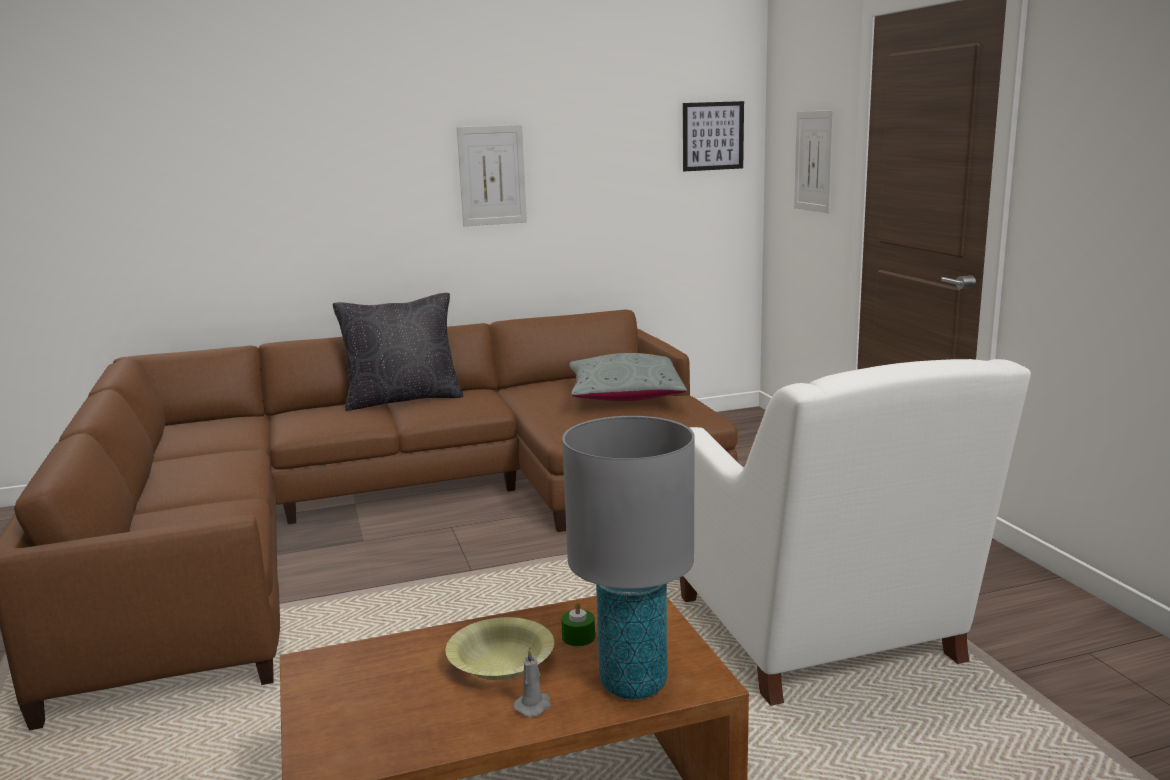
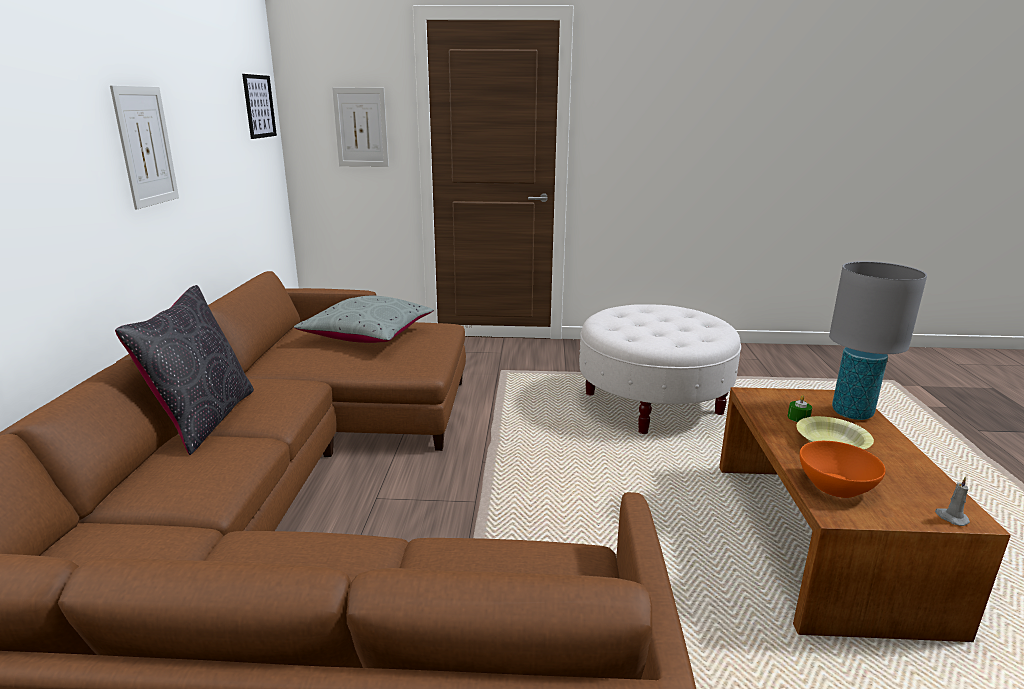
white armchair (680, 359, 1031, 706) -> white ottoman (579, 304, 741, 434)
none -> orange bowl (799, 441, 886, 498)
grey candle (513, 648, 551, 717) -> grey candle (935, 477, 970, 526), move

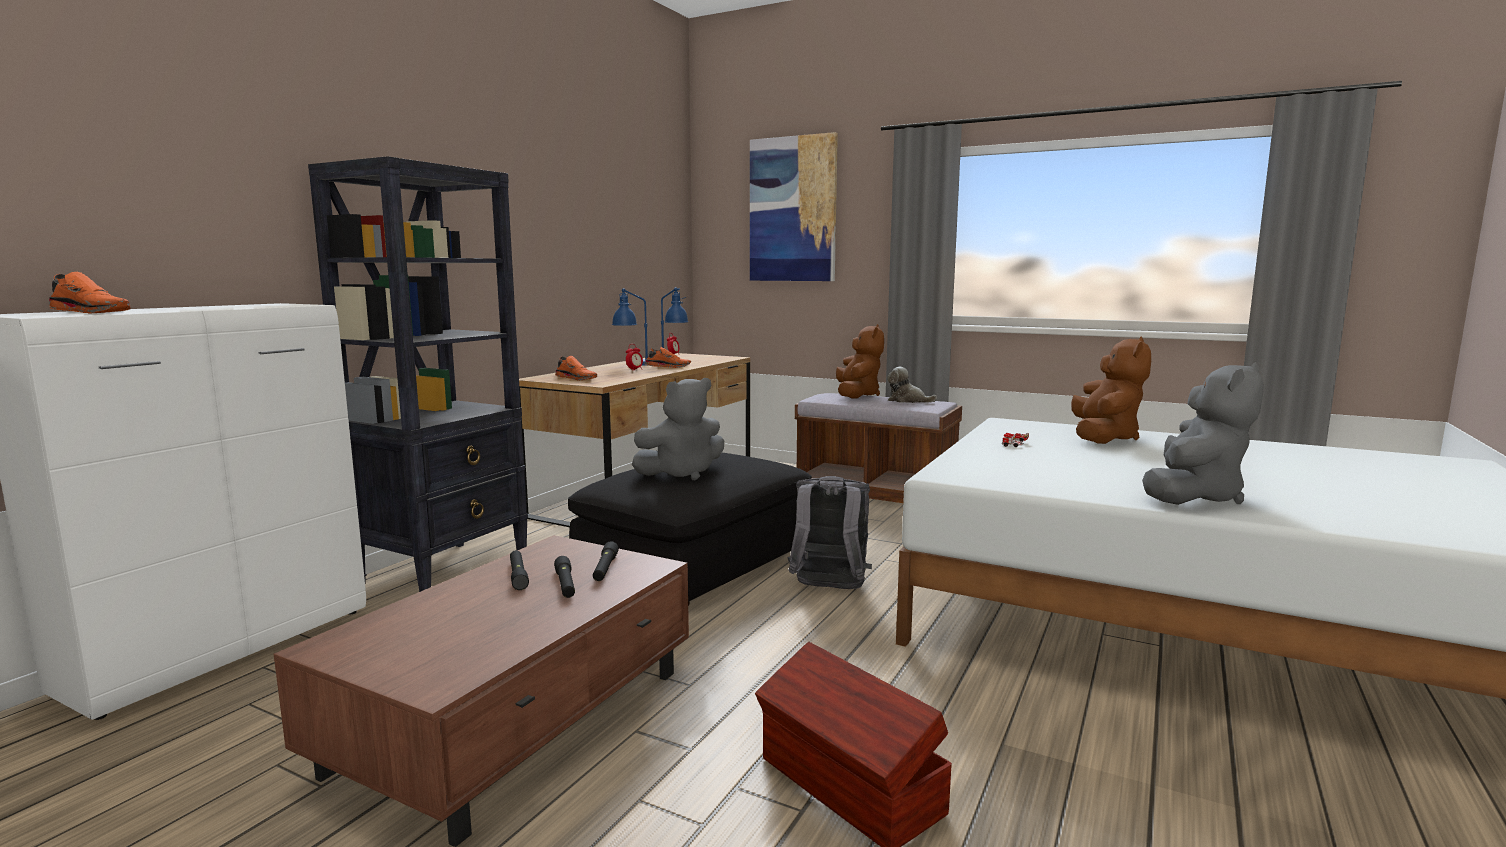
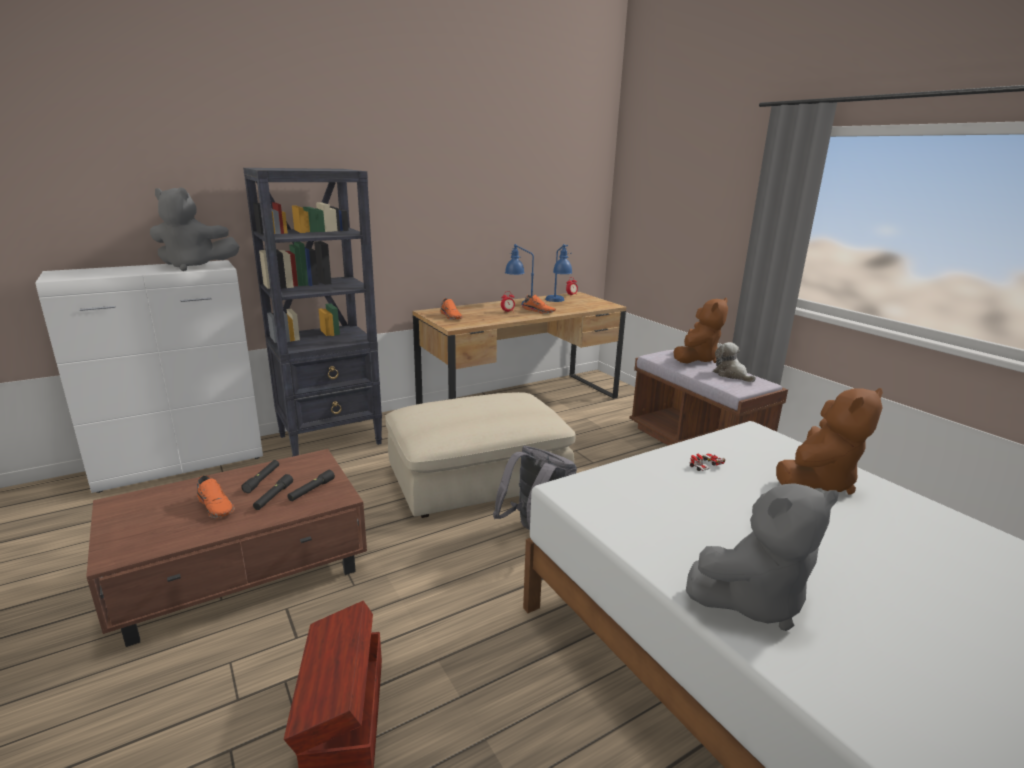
grey plush toy (632, 378, 724, 480) -> grey plush toy (150, 187, 239, 271), move
orange shoe (49, 272, 131, 313) -> orange shoe (197, 476, 235, 518), move
black ottoman (568, 453, 812, 606) -> beige ottoman (385, 392, 575, 518)
picture (750, 132, 838, 281) -> none

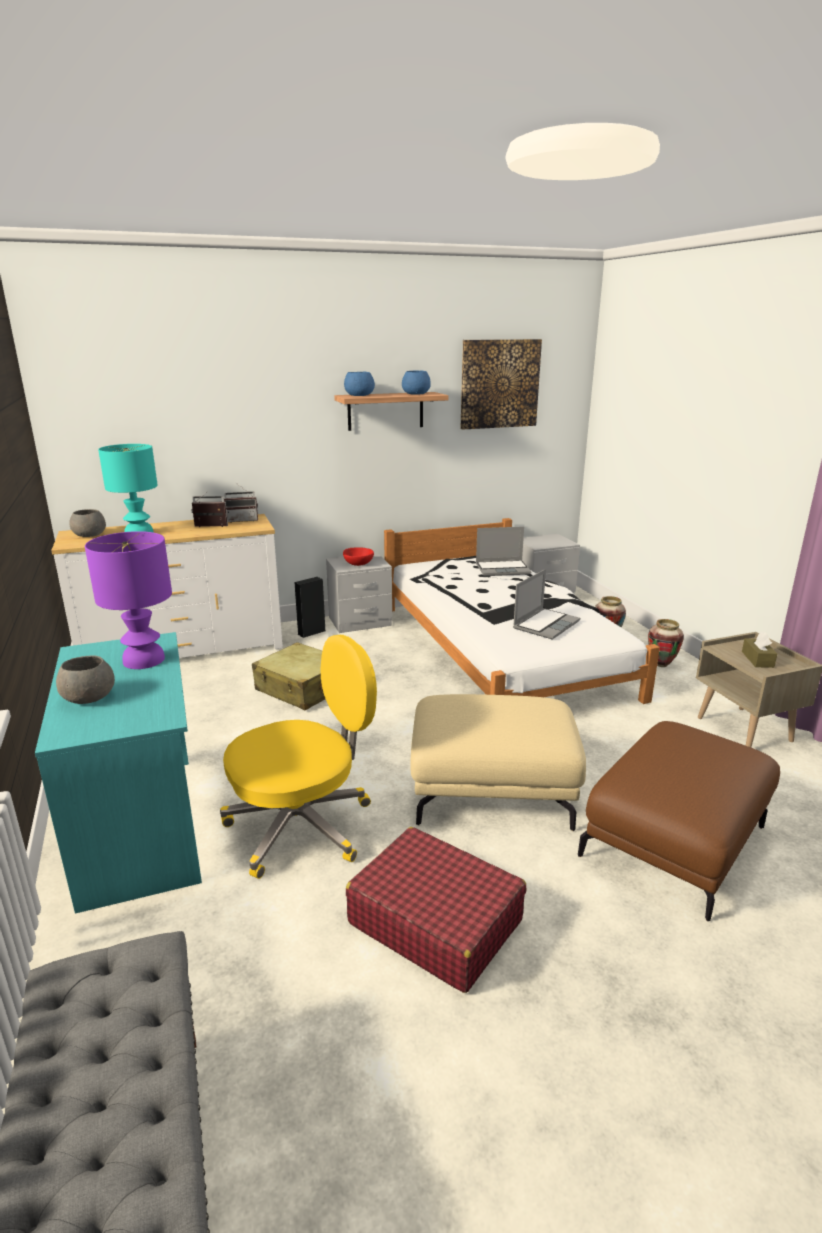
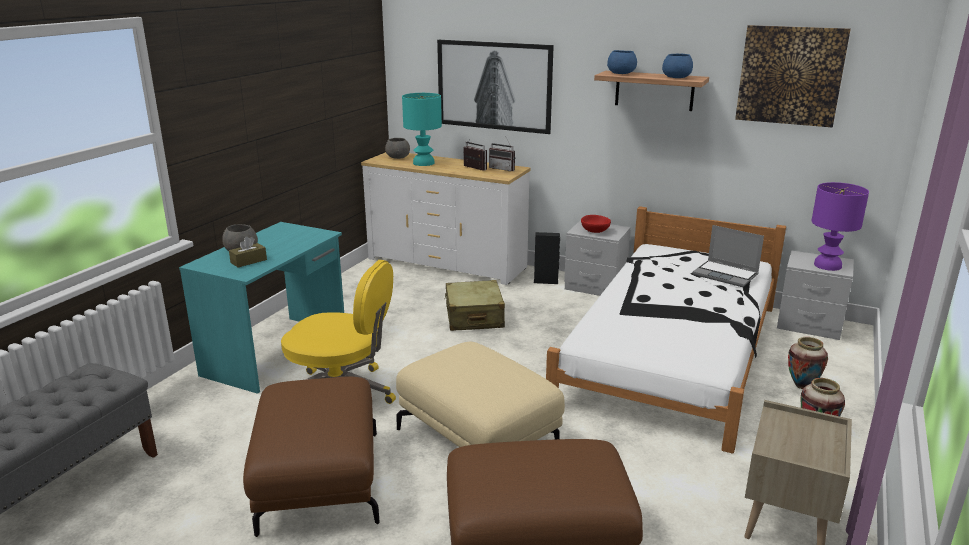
brown tissue box (742, 632, 777, 668) -> brown tissue box (229, 236, 267, 267), move
red suitcase (346, 827, 526, 993) -> brown ottoman (243, 376, 380, 537)
none -> picture (437, 40, 554, 134)
purple table lamp (85, 531, 172, 669) -> purple table lamp (811, 182, 869, 271), move
laptop (513, 569, 580, 640) -> none

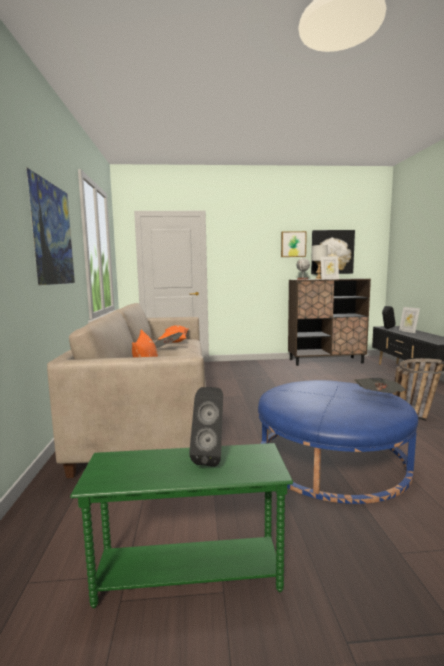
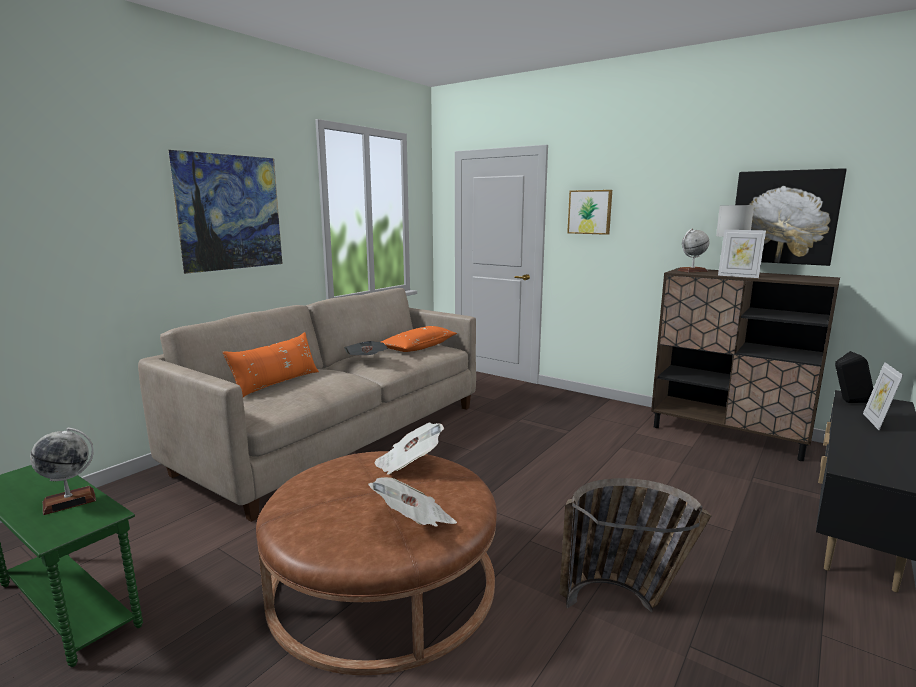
black speaker (189, 387, 223, 467) -> globe (30, 428, 96, 515)
blue ottoman (258, 380, 418, 504) -> brown ottoman (256, 451, 497, 675)
none -> newspaper (374, 423, 444, 475)
picture (281, 231, 307, 257) -> picture (567, 190, 612, 235), move

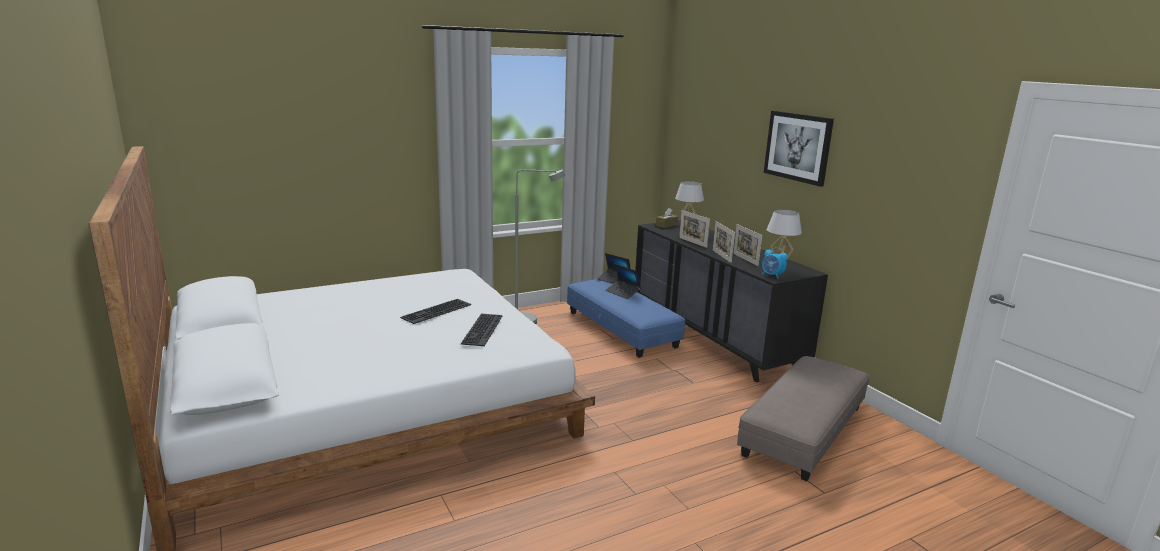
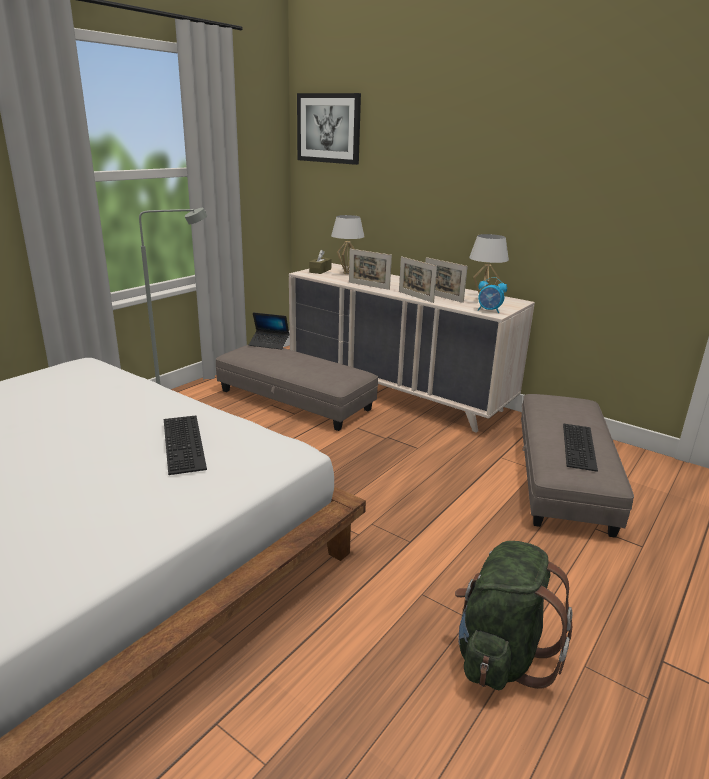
blue ottoman (567, 279, 685, 358) -> grey ottoman (216, 345, 378, 431)
black dresser (635, 220, 828, 382) -> beige dresser (289, 263, 535, 433)
picture (764, 111, 834, 187) -> picture (297, 93, 361, 165), move
none -> green backpack (455, 541, 573, 690)
keyboard (400, 299, 471, 324) -> keyboard (563, 423, 598, 472), move
laptop (605, 264, 641, 299) -> none

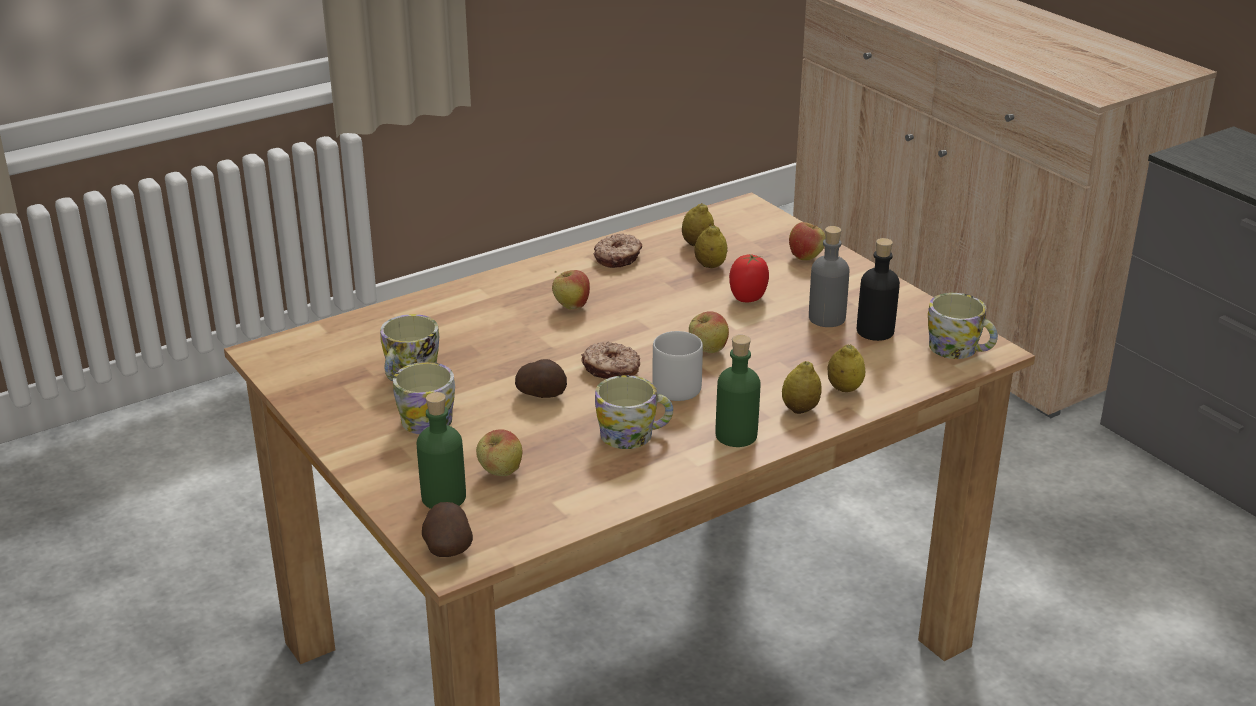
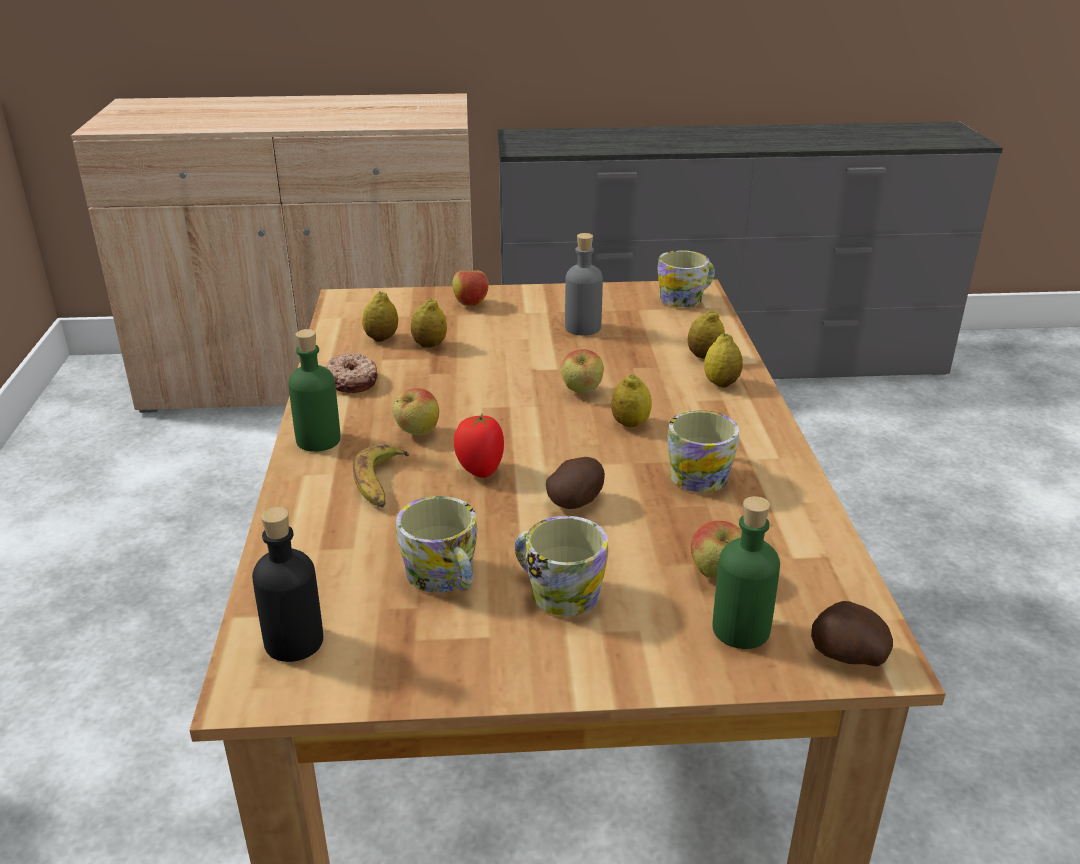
black bottle (857, 238, 900, 341) -> black bottle (252, 507, 323, 662), move
green bottle (716, 335, 761, 447) -> green bottle (288, 329, 341, 452), move
none -> banana (353, 444, 409, 508)
tomato (729, 254, 769, 303) -> tomato (454, 414, 504, 478), move
grey mug (652, 331, 703, 401) -> lemon (611, 375, 652, 427)
donut (581, 342, 640, 379) -> none

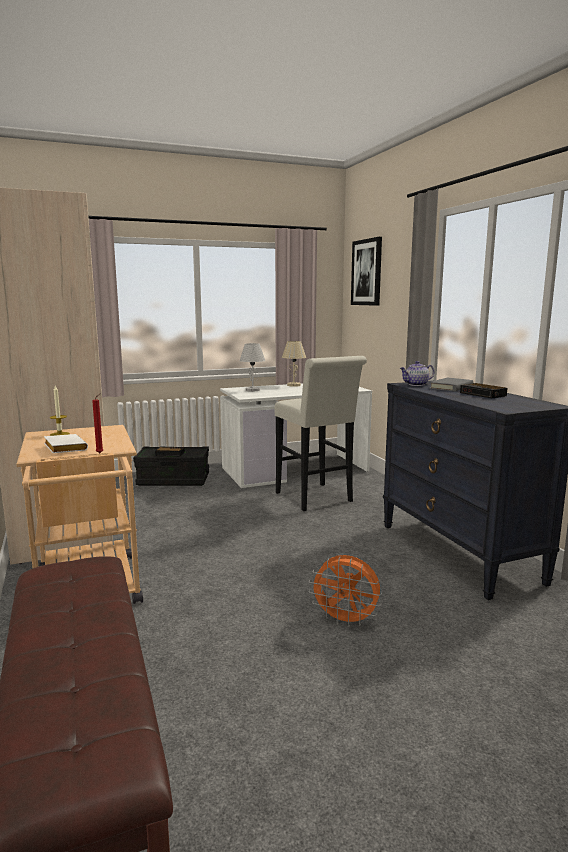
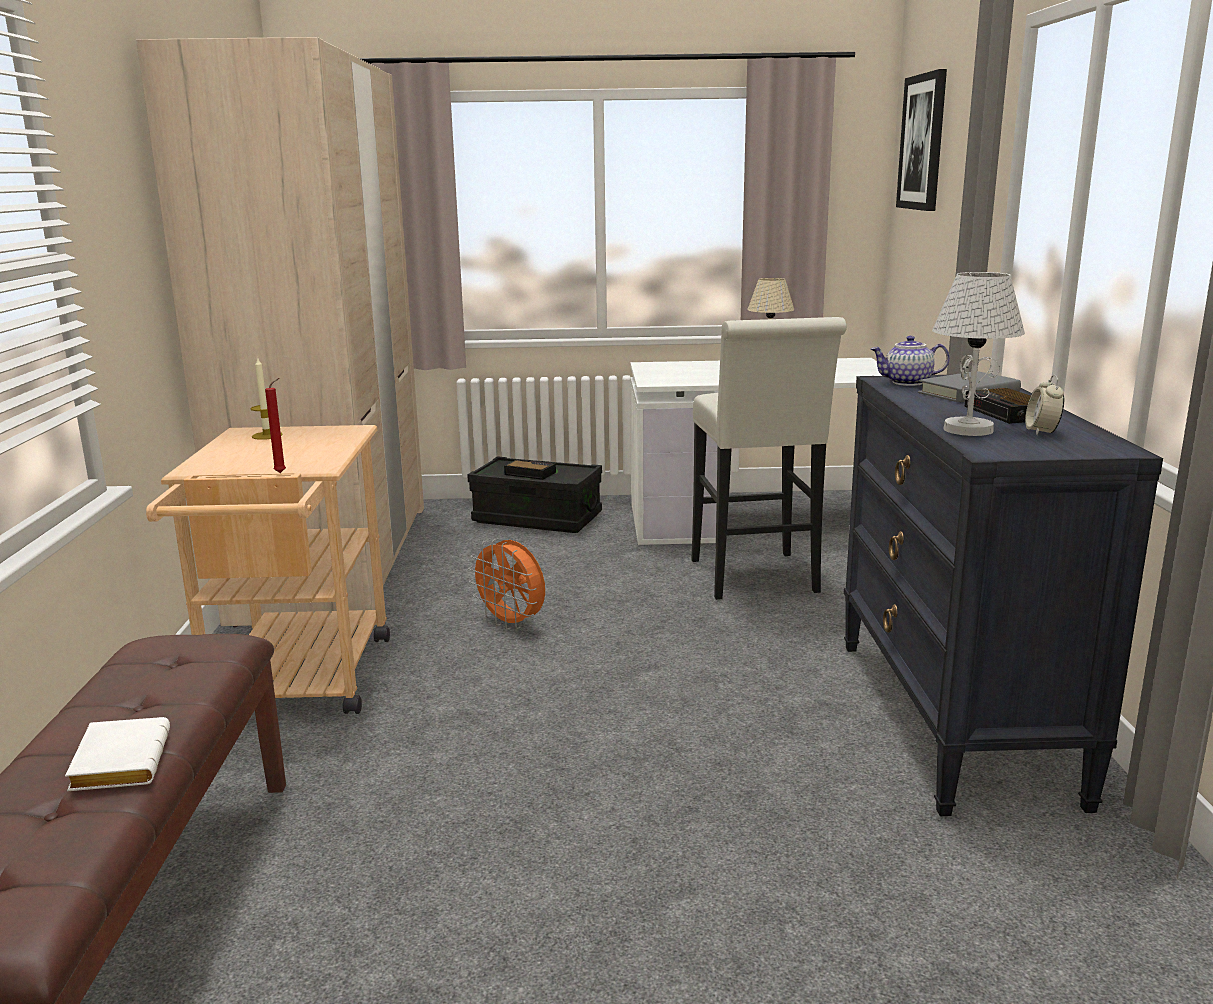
white book (44, 434, 88, 453) -> white book (65, 717, 170, 791), move
orange fan (309, 555, 382, 628) -> orange fan (468, 539, 545, 630), move
white table lamp (240, 343, 265, 391) -> white table lamp (932, 272, 1025, 436), move
none -> alarm clock (1025, 375, 1064, 435)

